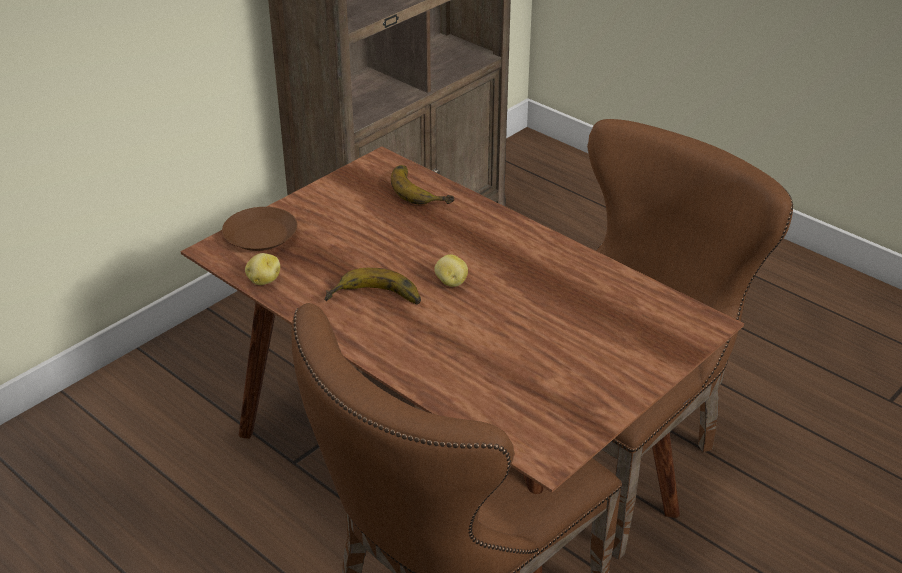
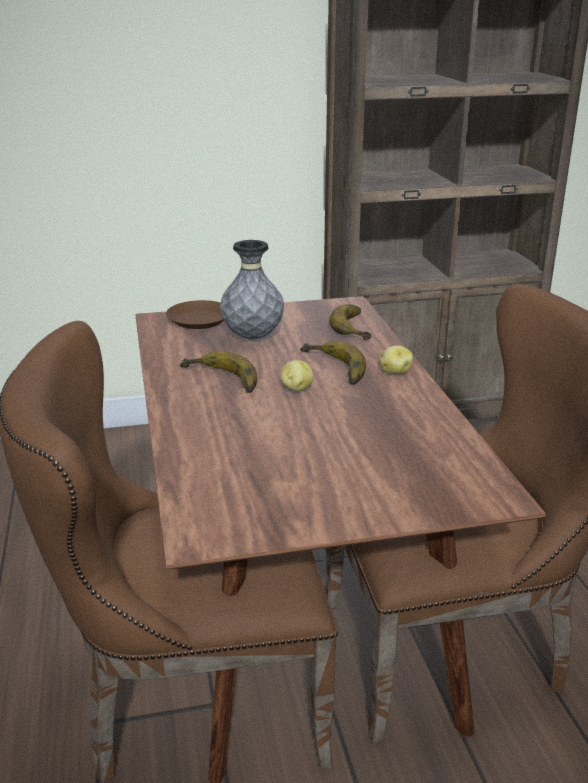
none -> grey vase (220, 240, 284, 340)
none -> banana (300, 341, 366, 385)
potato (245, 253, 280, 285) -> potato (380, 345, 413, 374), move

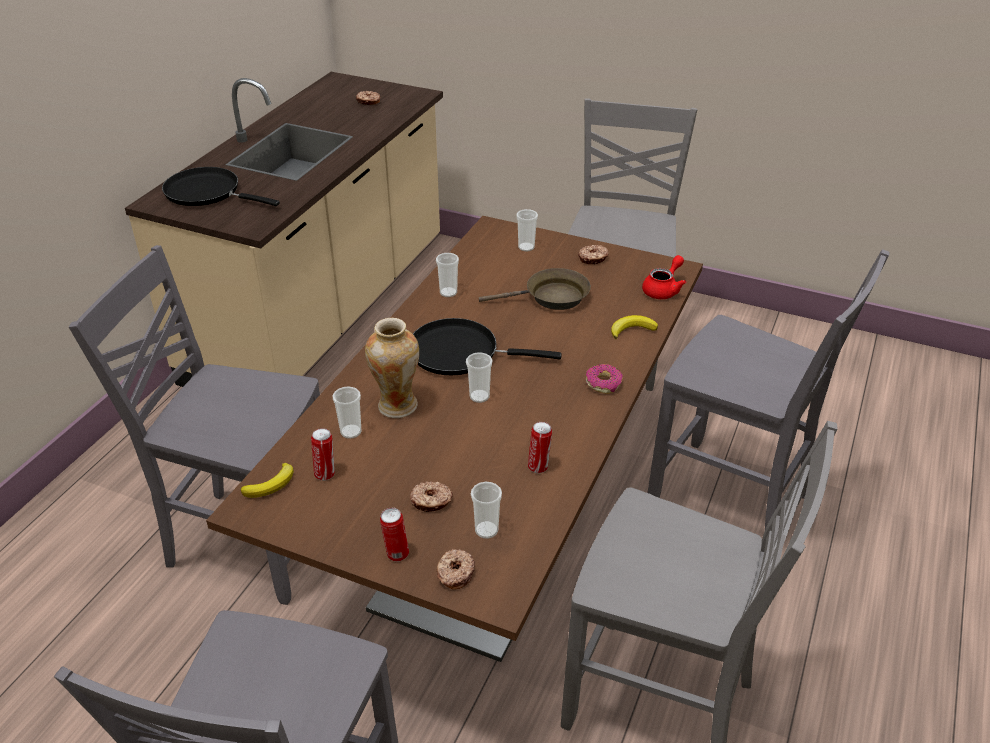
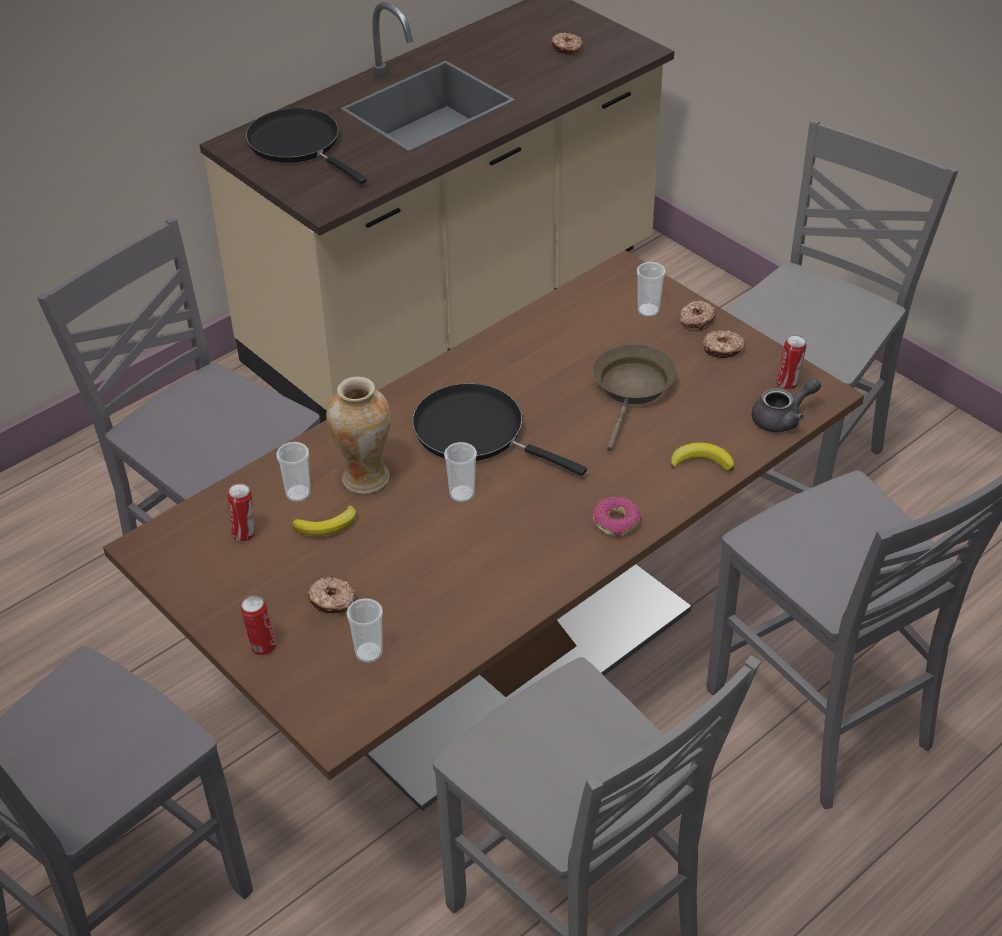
banana (241, 463, 294, 498) -> banana (292, 506, 356, 536), move
brown frying pan (479, 268, 591, 310) -> brown frying pan (593, 344, 676, 451), 90 degrees counterclockwise
donut (436, 548, 475, 589) -> donut (679, 300, 716, 331), move
red teapot (642, 255, 686, 299) -> grey teapot (752, 377, 821, 432)
can (528, 422, 552, 473) -> can (776, 335, 807, 390), move
cup (436, 253, 459, 297) -> none

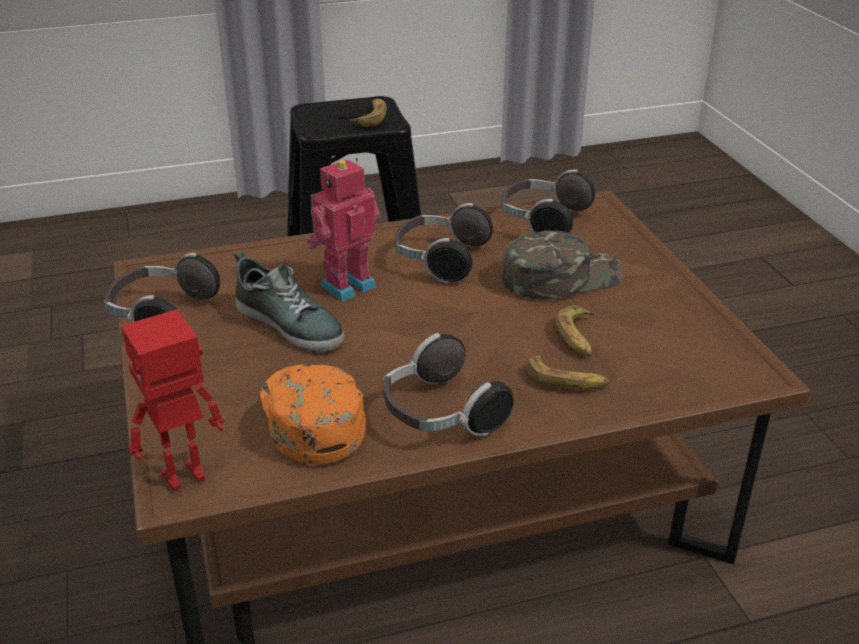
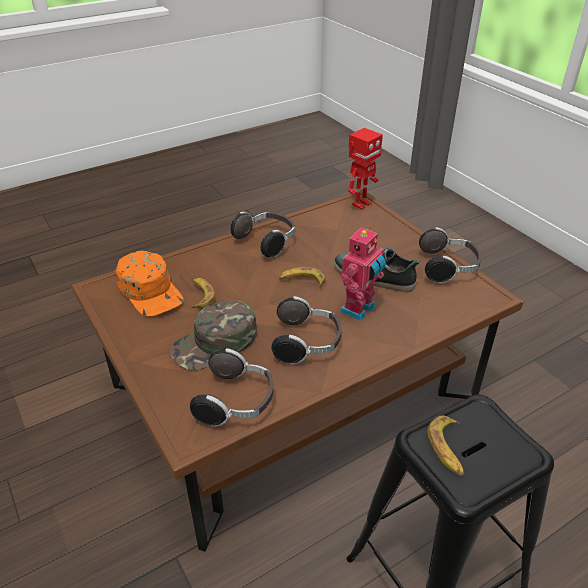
orange cap (260, 365, 366, 464) -> orange cap (116, 251, 183, 317), move
banana (527, 355, 609, 390) -> banana (279, 267, 326, 287), move

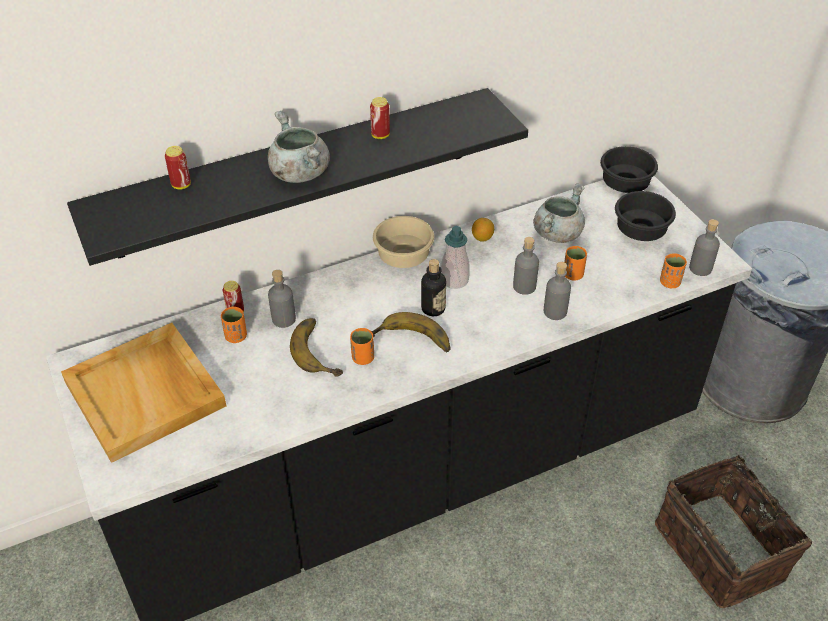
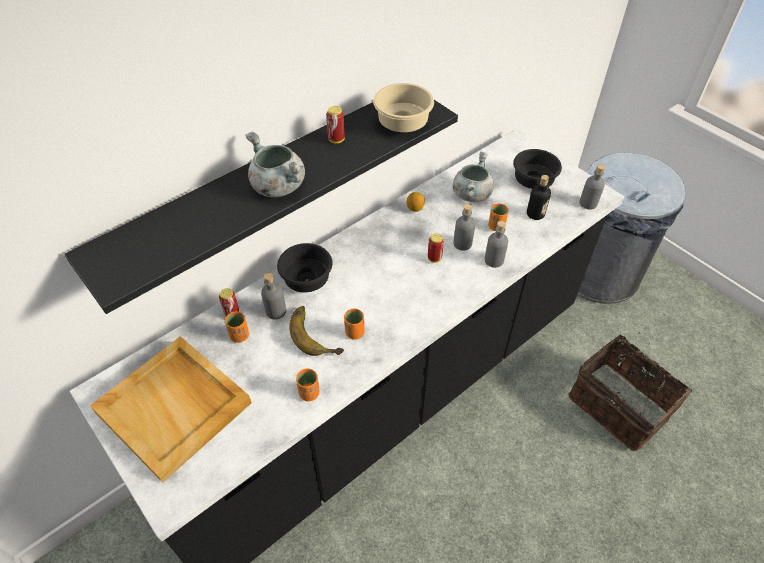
black bowl (600, 146, 658, 193) -> black bowl (277, 243, 333, 292), move
orange cup (660, 253, 687, 288) -> orange cup (296, 369, 319, 401), move
beige bowl (373, 216, 434, 268) -> beige bowl (373, 83, 434, 132), move
can (165, 146, 191, 190) -> can (428, 233, 444, 263), move
bottle (421, 259, 446, 316) -> bottle (527, 175, 551, 220), move
banana (370, 312, 450, 352) -> none
soap dispenser (441, 226, 470, 289) -> none

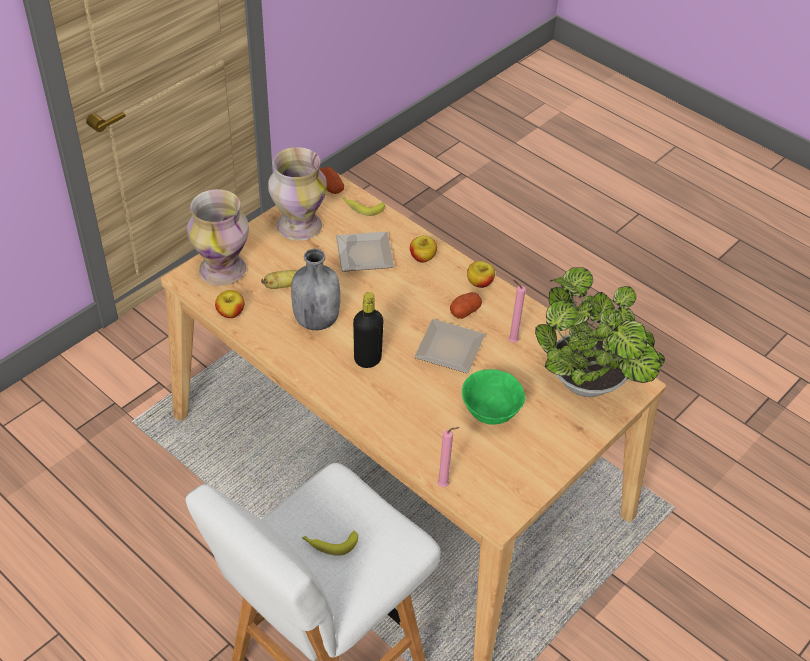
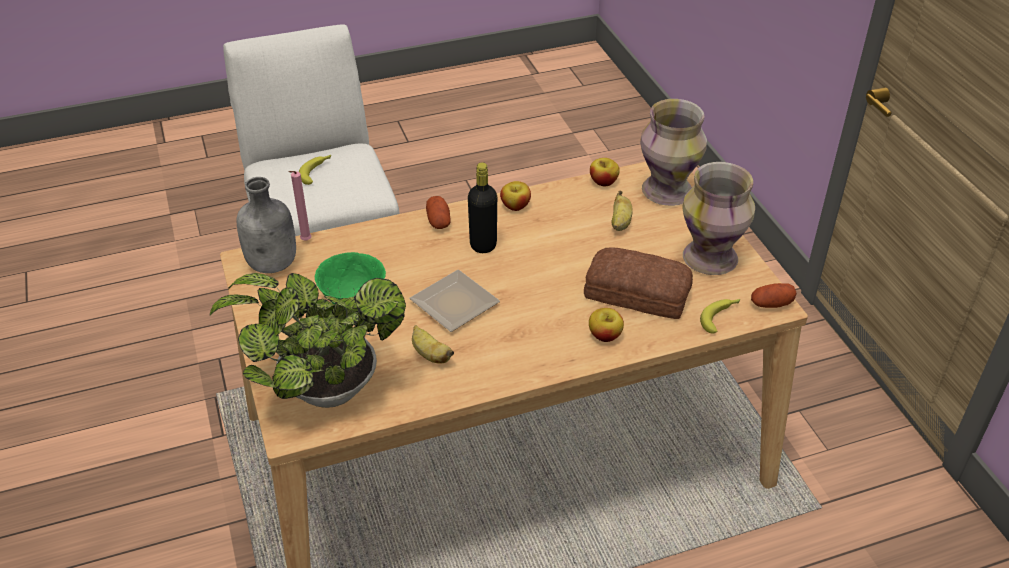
grey bottle (291, 249, 340, 330) -> grey bottle (236, 177, 296, 273), move
pink candle (508, 280, 526, 343) -> banana (412, 325, 454, 364)
potato (450, 292, 482, 319) -> potato (426, 196, 451, 229), move
apple (467, 261, 495, 288) -> apple (500, 181, 531, 211), move
plate (336, 232, 394, 272) -> bread (584, 247, 693, 319)

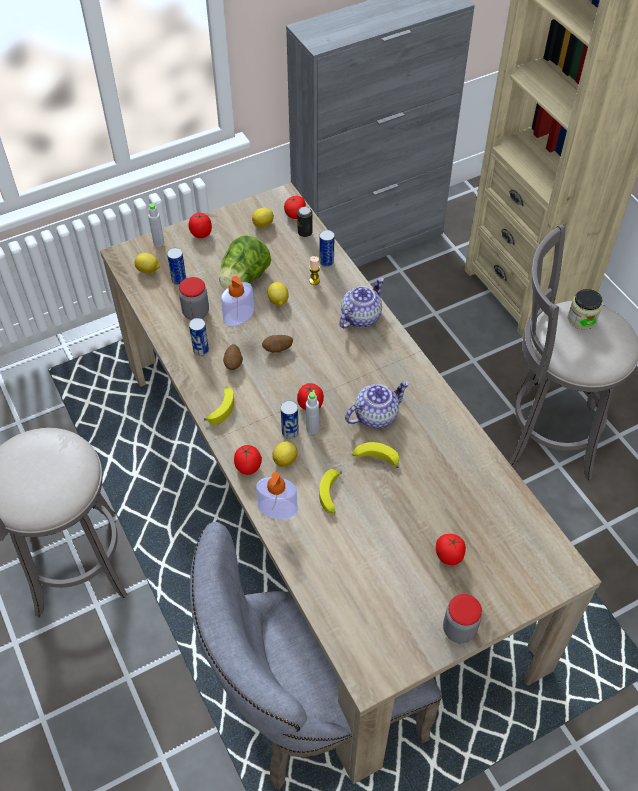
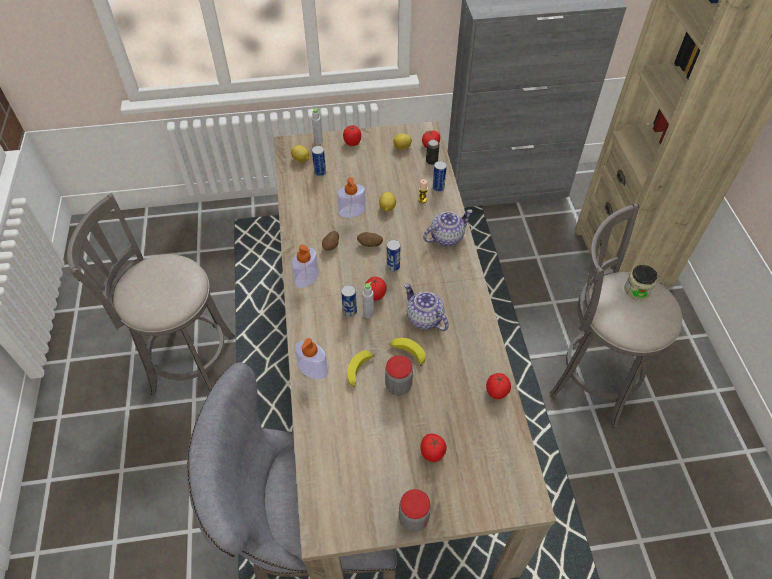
banana (204, 386, 234, 425) -> soap dispenser (292, 244, 319, 288)
jar (179, 277, 209, 320) -> jar (385, 355, 413, 396), move
can (189, 318, 209, 356) -> can (387, 240, 401, 272), move
teapot (345, 381, 409, 428) -> teapot (404, 283, 449, 331), 120 degrees counterclockwise
tomato (234, 445, 262, 475) -> tomato (486, 373, 511, 399), move
lettuce (219, 236, 271, 290) -> none
lemon (272, 441, 298, 467) -> none

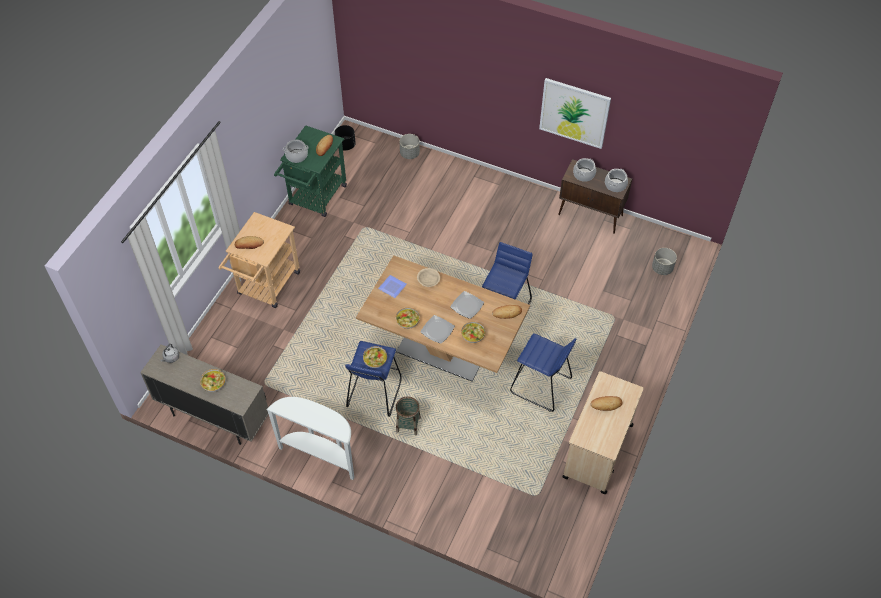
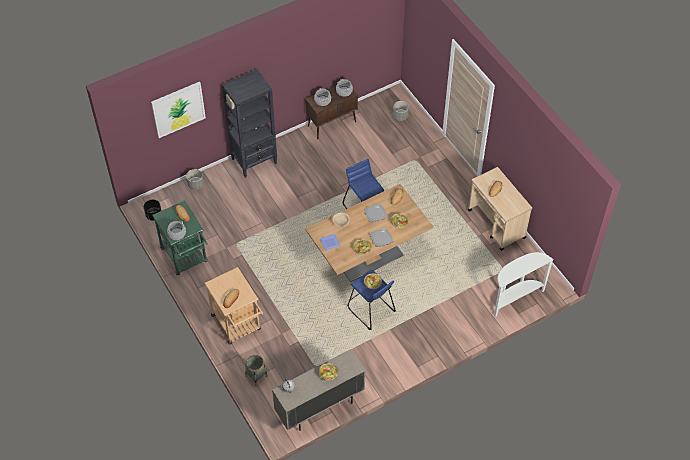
picture (539, 78, 611, 149) -> picture (151, 82, 206, 138), move
none -> black bookcase (222, 69, 277, 178)
basket (396, 396, 421, 436) -> basket (245, 355, 268, 386), move
white console table (266, 397, 354, 480) -> white console table (494, 252, 554, 317), move
blue stool (510, 333, 577, 412) -> none

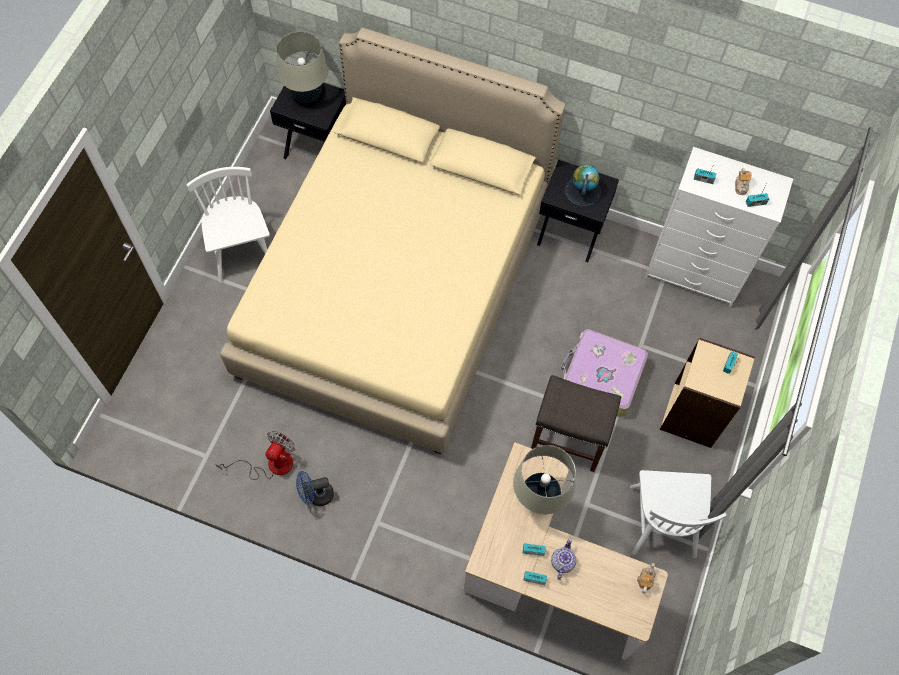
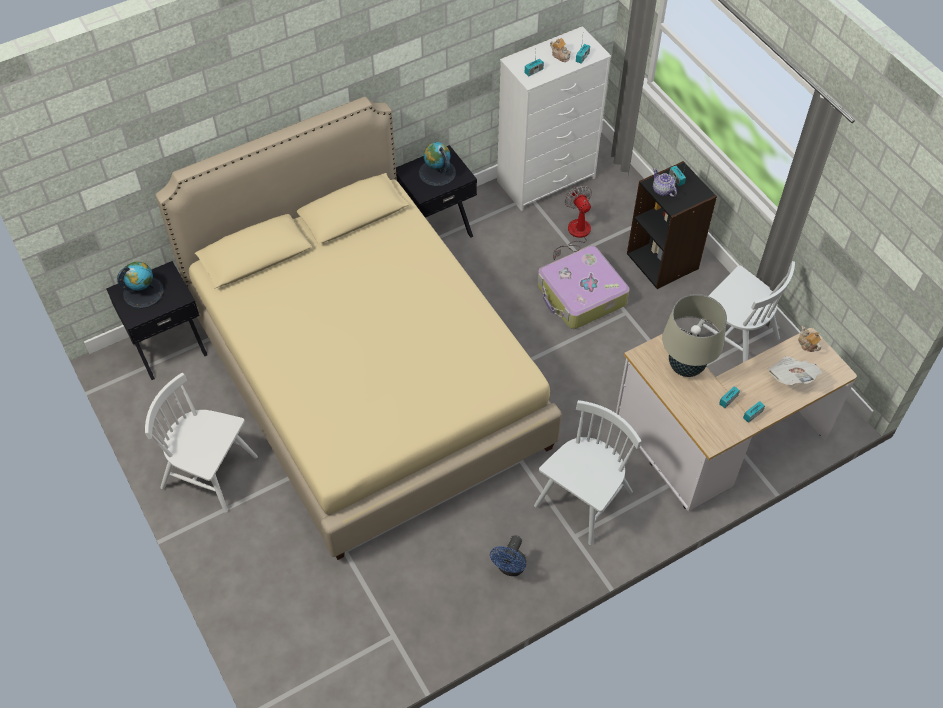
beige table lamp (277, 31, 328, 103) -> globe (117, 261, 164, 309)
none -> white chair (534, 400, 641, 545)
fan (216, 431, 295, 480) -> fan (553, 185, 592, 260), move
beige bookcase (660, 338, 755, 448) -> black bookcase (627, 161, 717, 289)
teapot (551, 538, 576, 580) -> teapot (653, 168, 677, 197), move
none -> newspaper (767, 356, 822, 385)
grey stool (531, 375, 621, 472) -> none

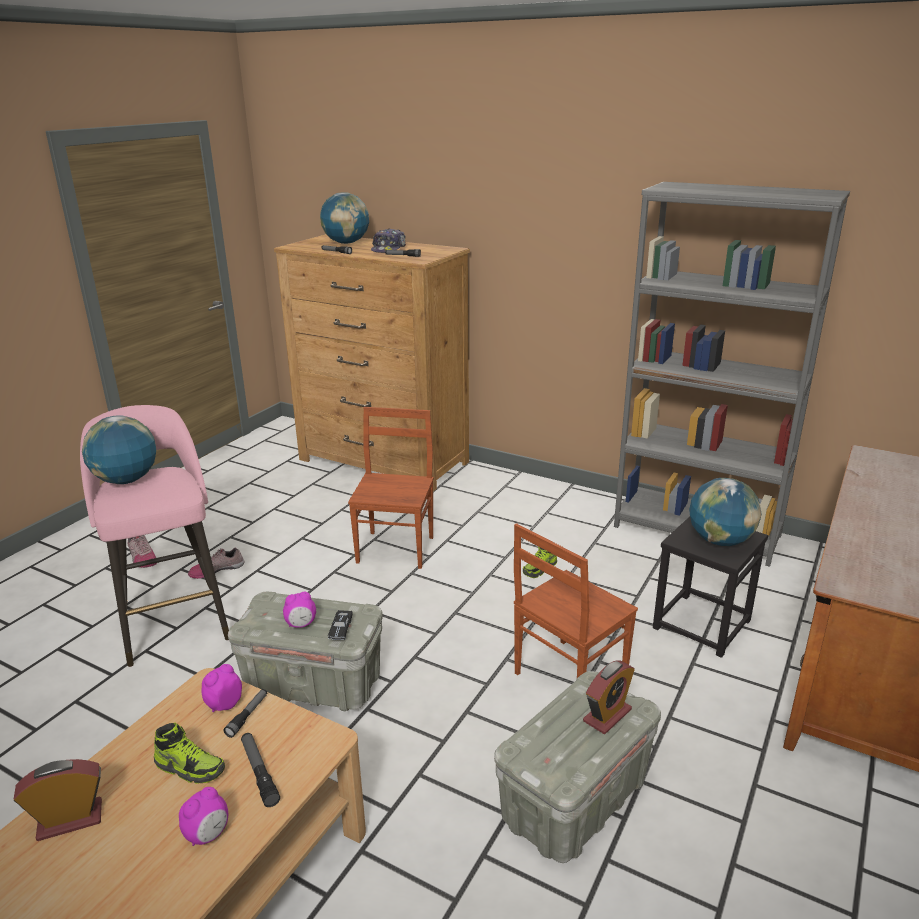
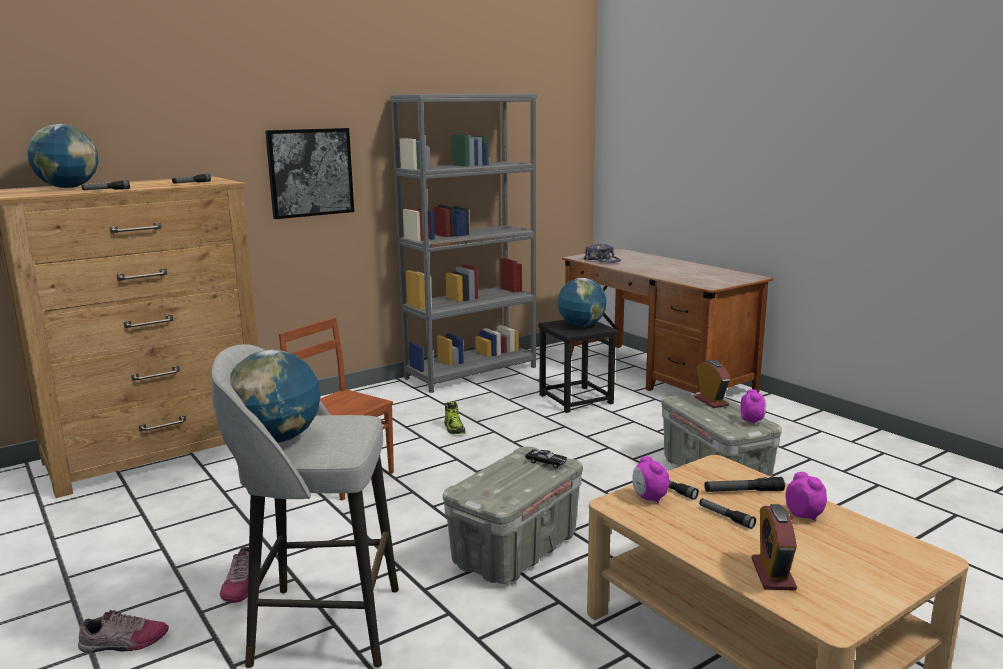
pink stool (80, 405, 229, 667) -> grey stool (212, 344, 399, 668)
none -> picture (265, 128, 354, 219)
cap (371, 228, 406, 253) -> cap (583, 243, 621, 263), move
shoe (154, 723, 225, 784) -> flashlight (699, 498, 756, 529)
alarm clock (283, 592, 316, 628) -> alarm clock (740, 389, 766, 424), move
brown chair (514, 523, 638, 678) -> none

